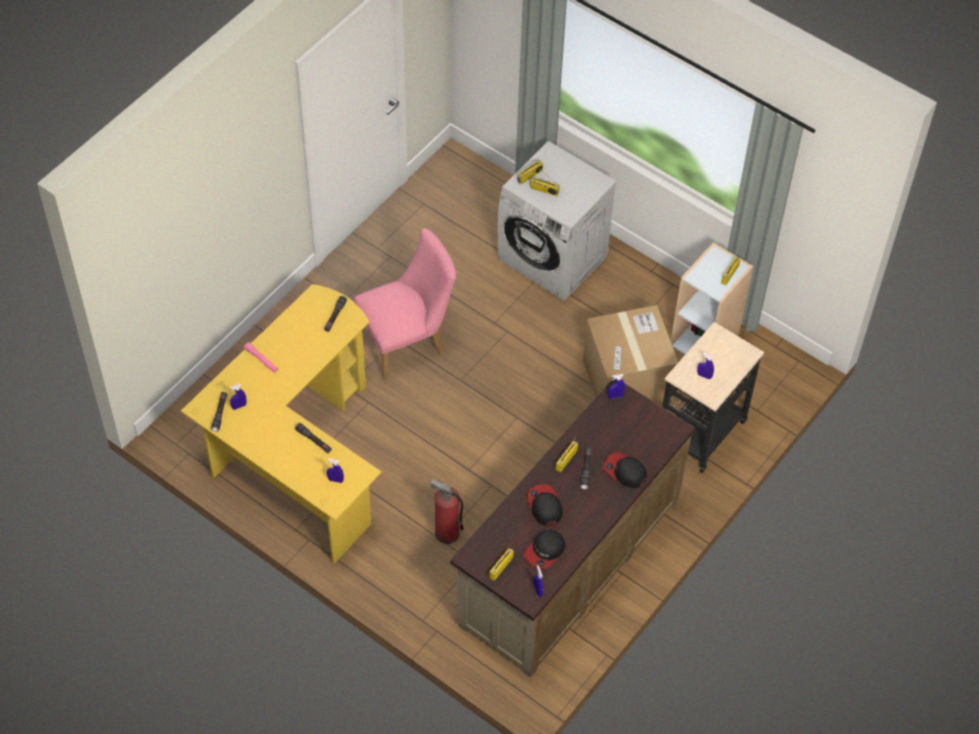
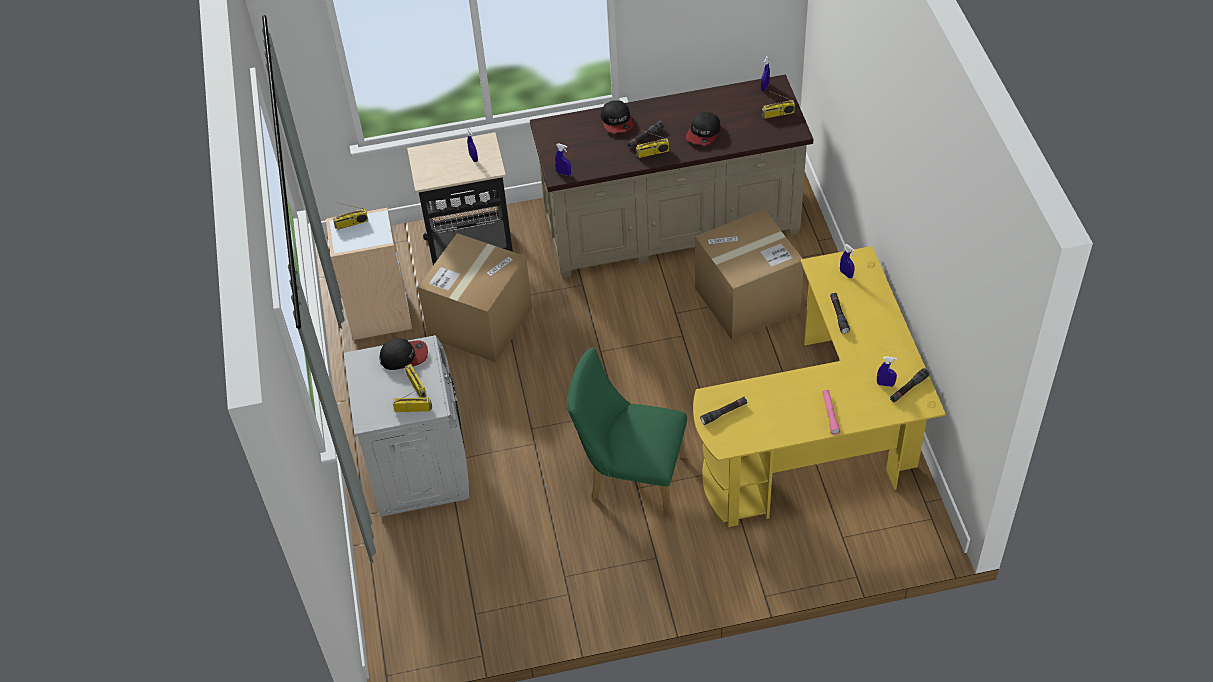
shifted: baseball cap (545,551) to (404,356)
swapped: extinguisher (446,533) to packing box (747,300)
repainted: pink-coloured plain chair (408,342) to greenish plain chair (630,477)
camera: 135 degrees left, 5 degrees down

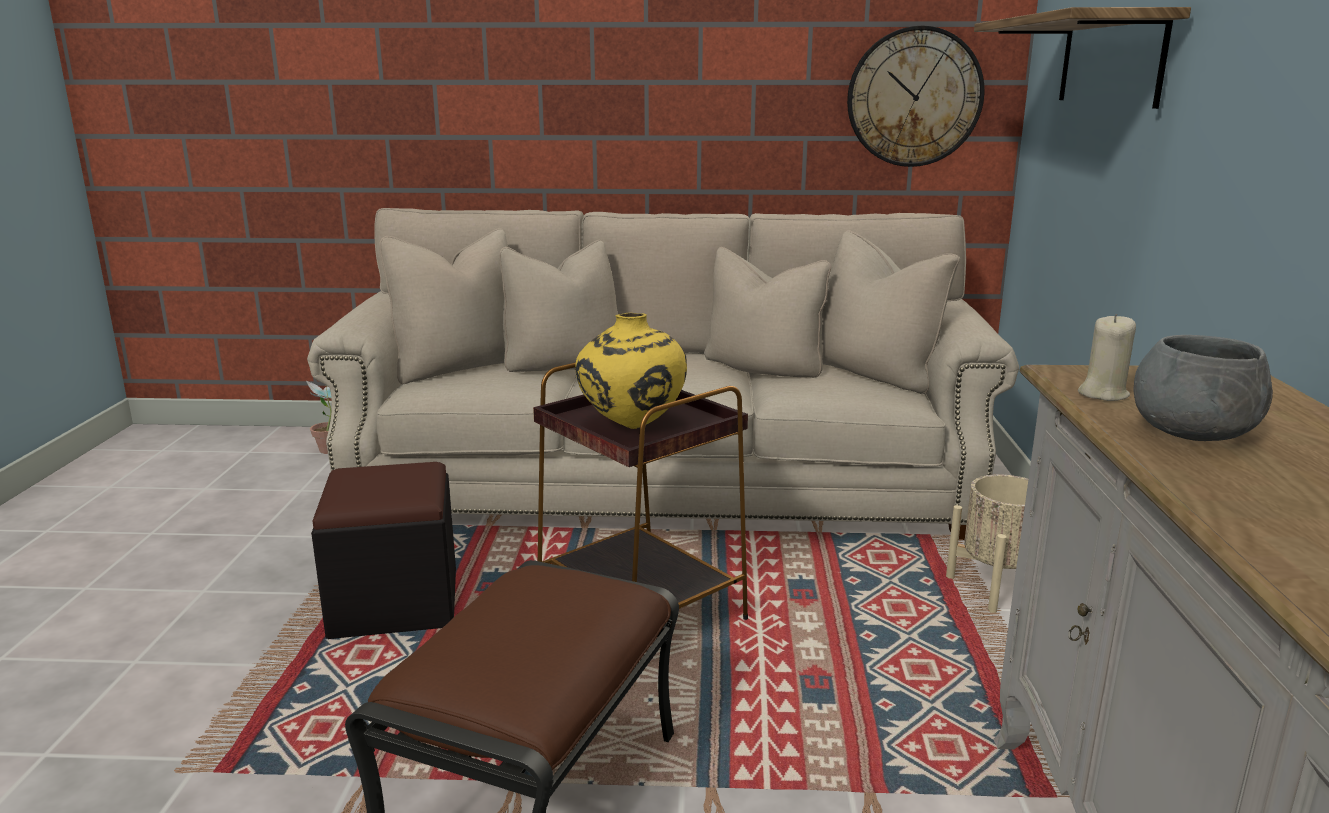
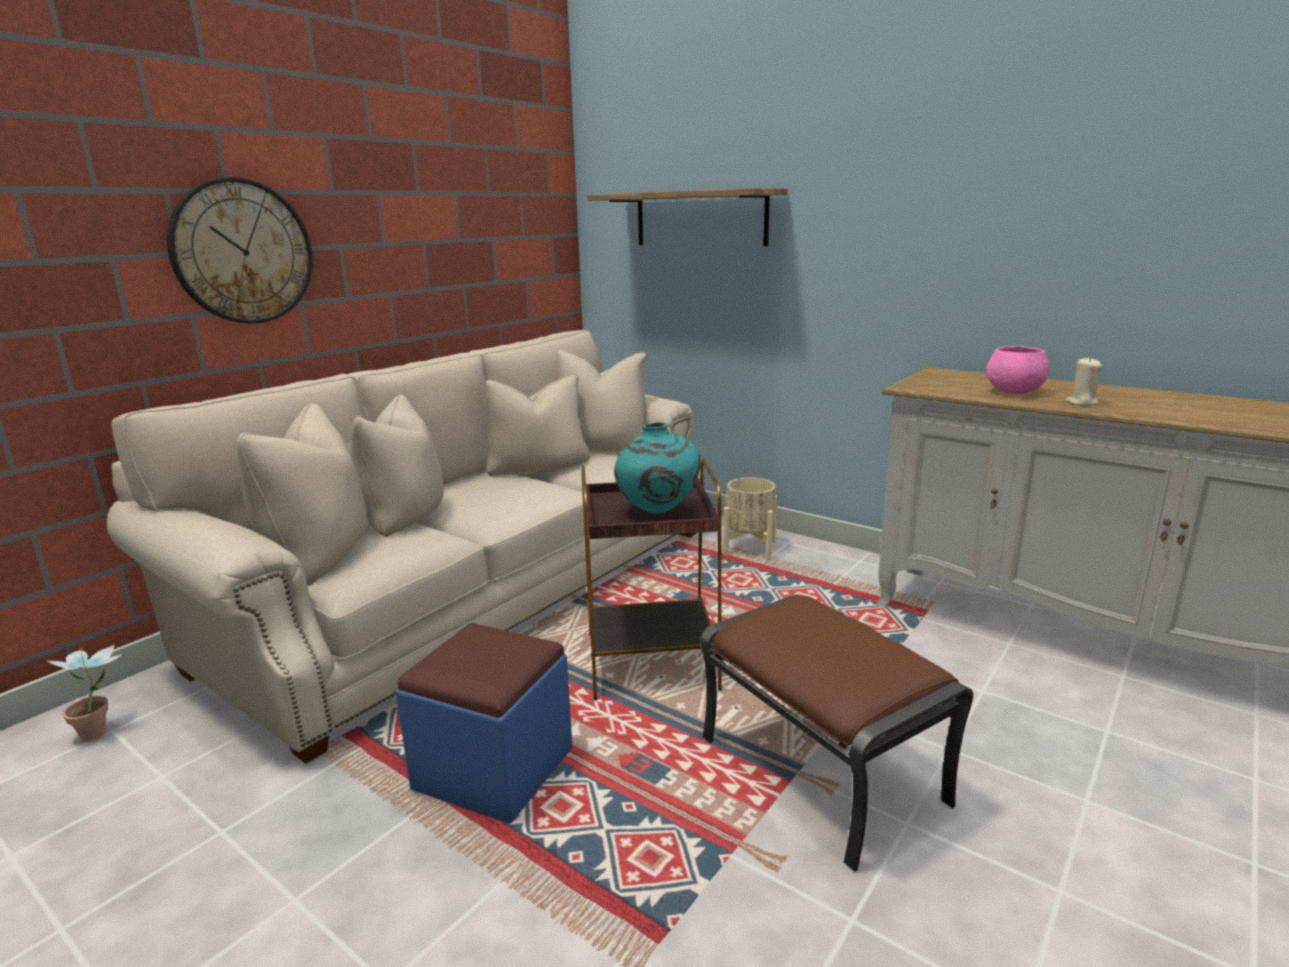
shifted: hanging clock (914,97) to (242,252); beige-coloured wax candle (1103,394) to (1081,403)
repainted: yellowish flower vase (631,427) to turquoise flower vase (657,513); grey bowl (1193,434) to pink-coloured bowl (1014,392); black-coloured ottoman (395,603) to bluish ottoman (494,768)
camera: 55 degrees left, 0 degrees up

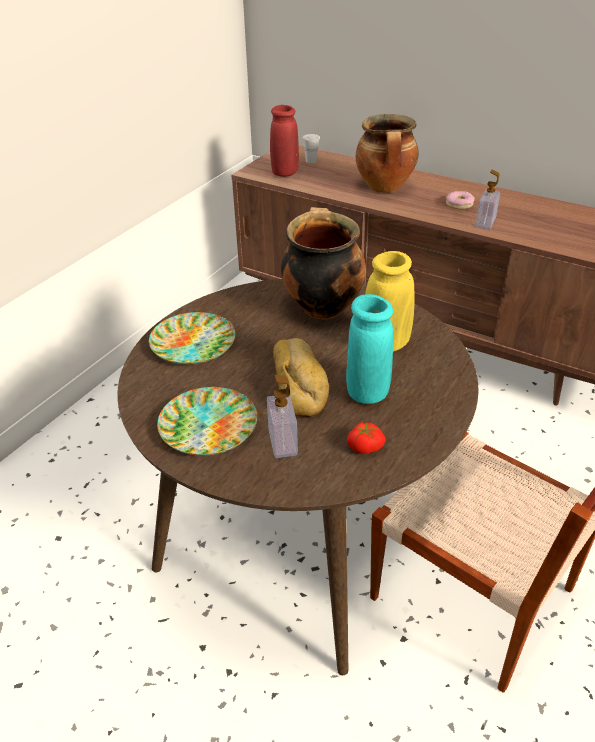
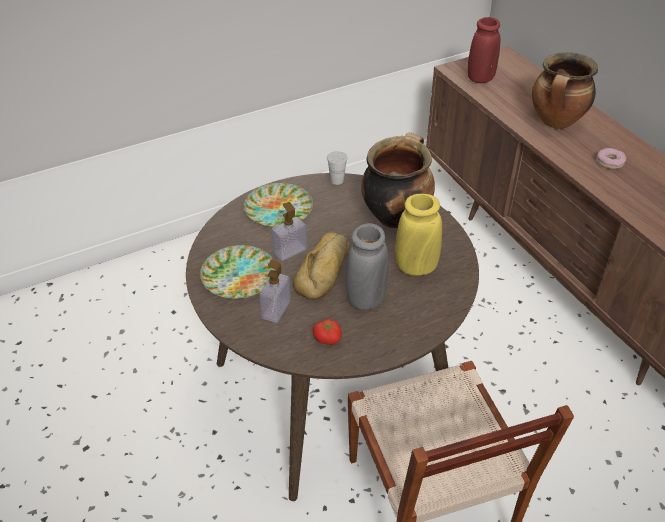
shifted: white-coloured small cup (311,161) to (337,180); soap dispenser (485,222) to (290,251)
repainted: turquoise flower vase (367,392) to grey flower vase (366,298)
camera: 30 degrees right, 5 degrees up

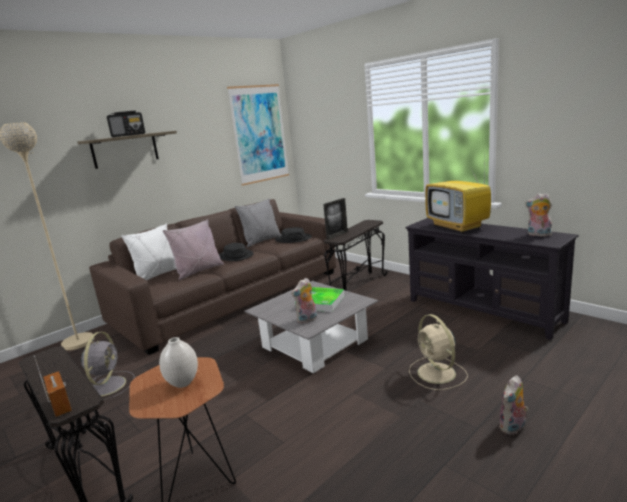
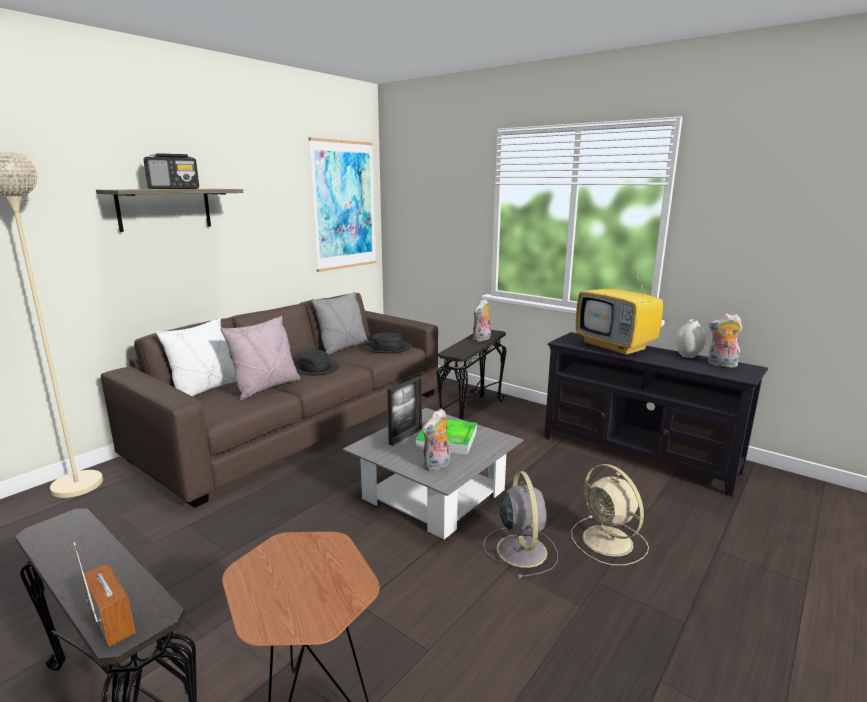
shifted: picture frame (337,235) to (405,436); grey cooling fan (108,385) to (520,549); white-coloured flower vase (183,383) to (687,356); soft toy (513,428) to (482,339)
camera: 10 degrees left, 0 degrees up

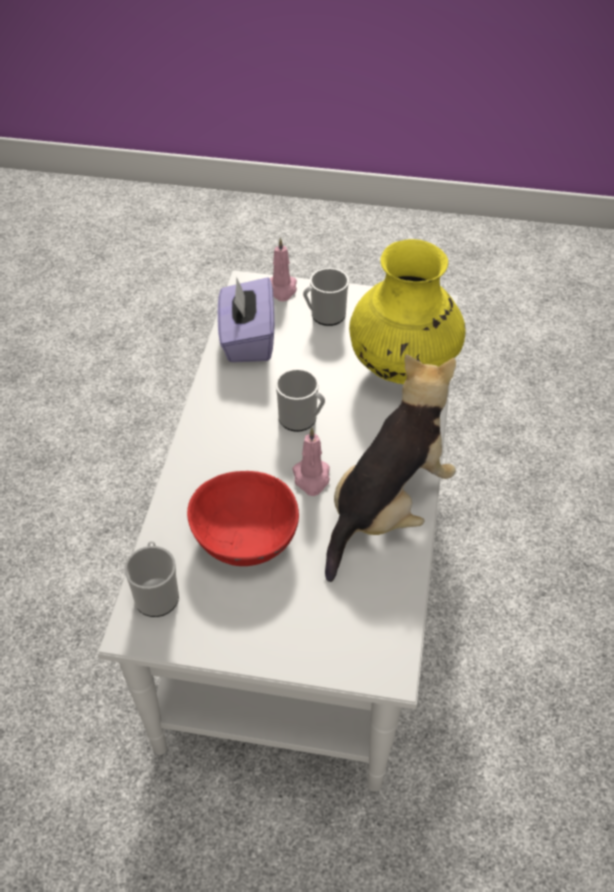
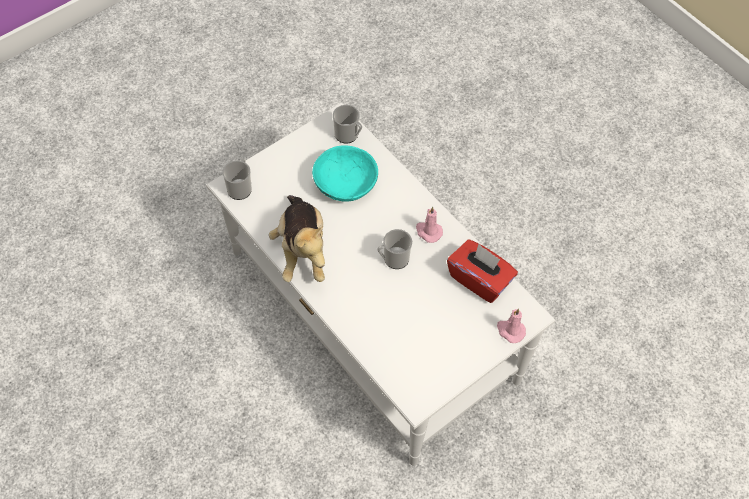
gone: yellowish flower vase (402,368)
shifted: mug (324,315) to (240,187); pink-coloured wax candle (311,478) to (428,231)
repainted: purple-coloured tissue box (247,339) to red-coloured tissue box (479,280); red-coloured bowl (244,538) to turquoise bowl (344,184)
camera: 130 degrees right, 10 degrees up

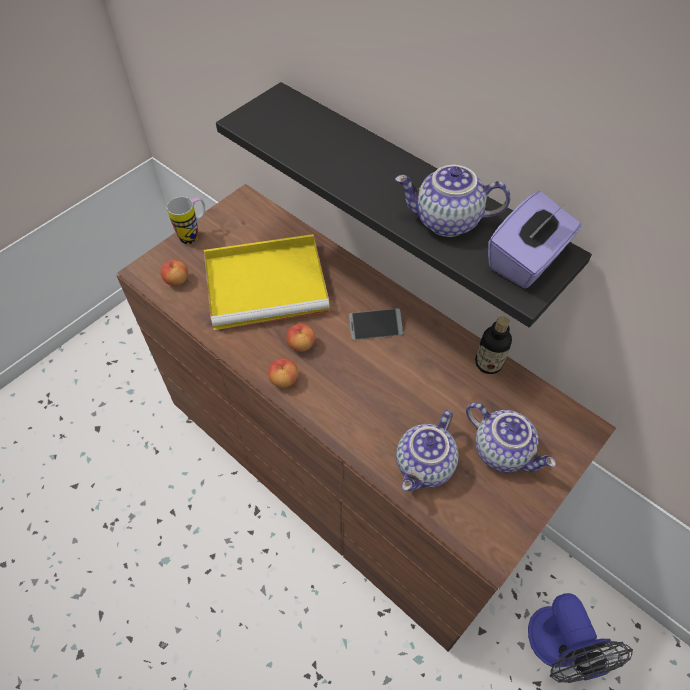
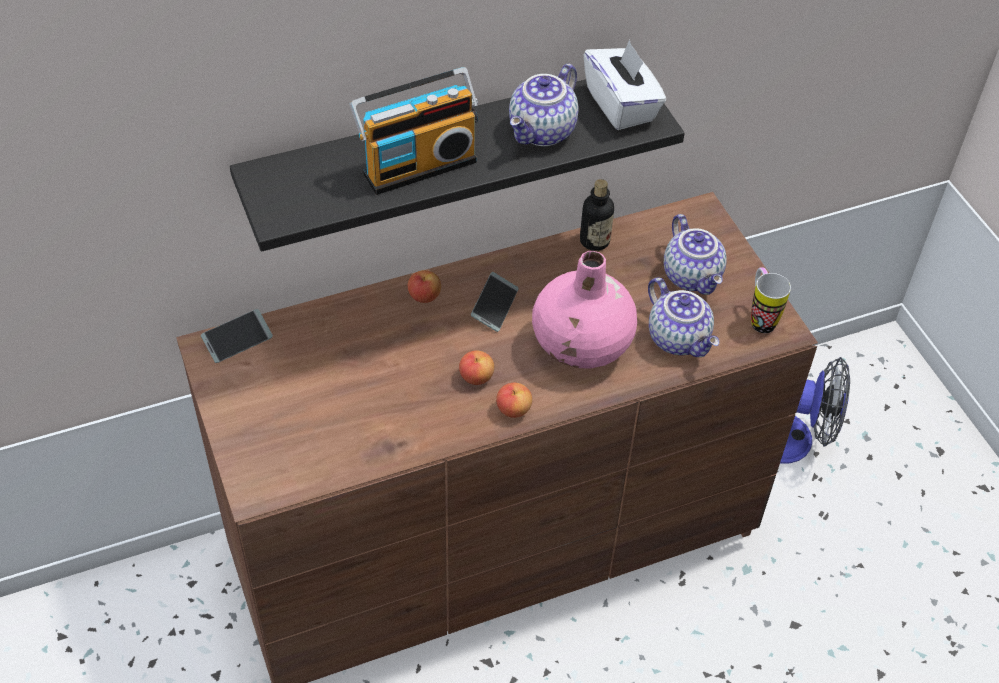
gone: yellowish tray (269,284)
new: radio (418,165); pink-coloured flower vase (582,345); handset (238,340)
shifted: mug (194,234) to (760,318); apple (177,280) to (424,296)
repainted: purple-coloured tissue box (526,260) to white-coloured tissue box (621,105)
rotated: tea pot (503,450) = (693,276) 90 degrees clockwise
camera: 65 degrees left, 5 degrees down

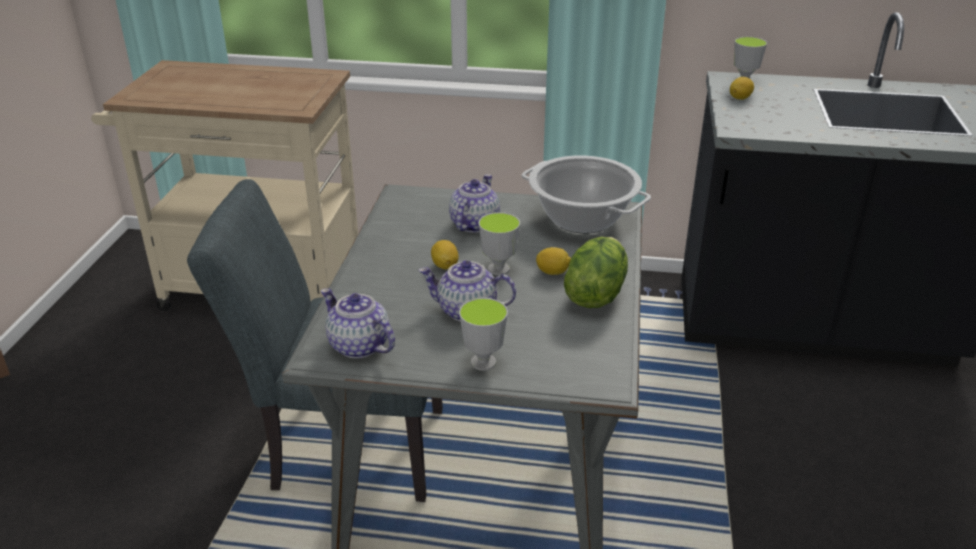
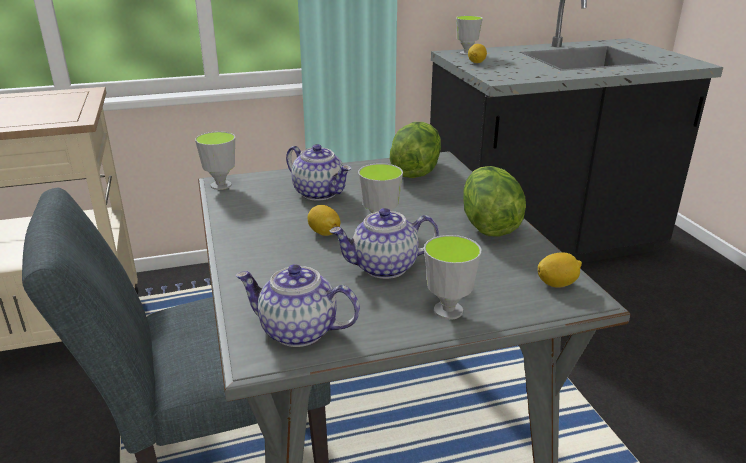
new: small cup (221,185)
shifted: lemon (553,272) to (557,284)
swapped: cooking pot (581,219) to head of lettuce (414,171)
rotated: tea pot (474,224) = (320,193) 135 degrees clockwise
camera: 25 degrees left, 5 degrees down

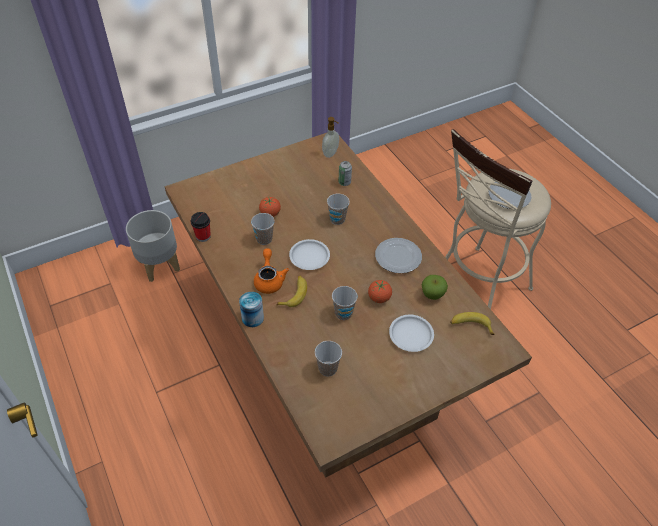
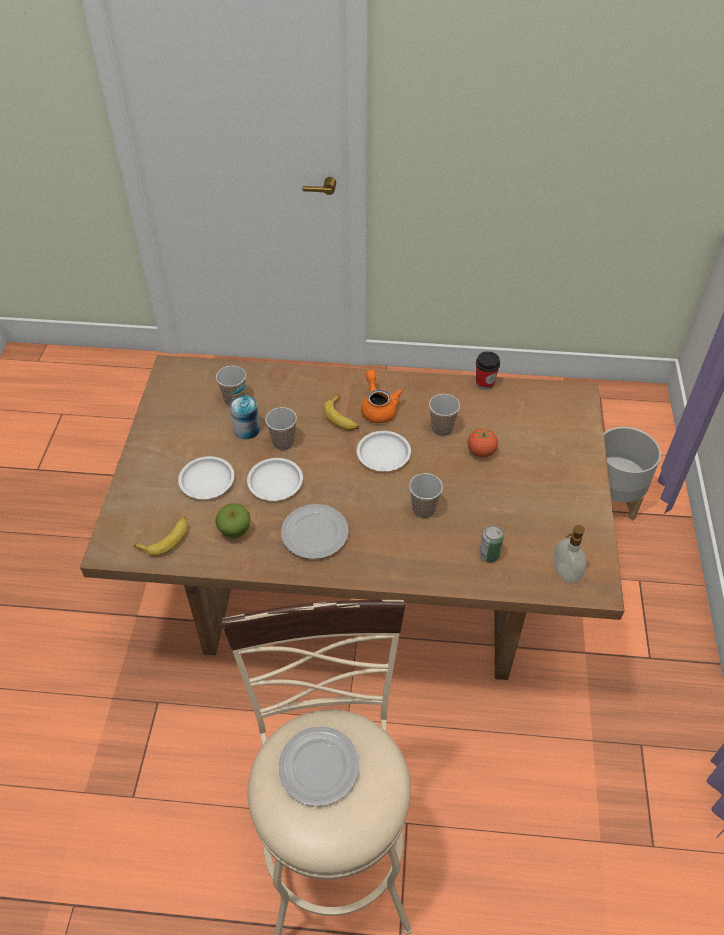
shifted: can (252,318) to (246,429)
swapped: whole tomato (379,298) to white-coloured dinner plate (275,482)
rotated: orange tea pot (269,280) = (378,408) 135 degrees counterclockwise
camera: 125 degrees right, 0 degrees up

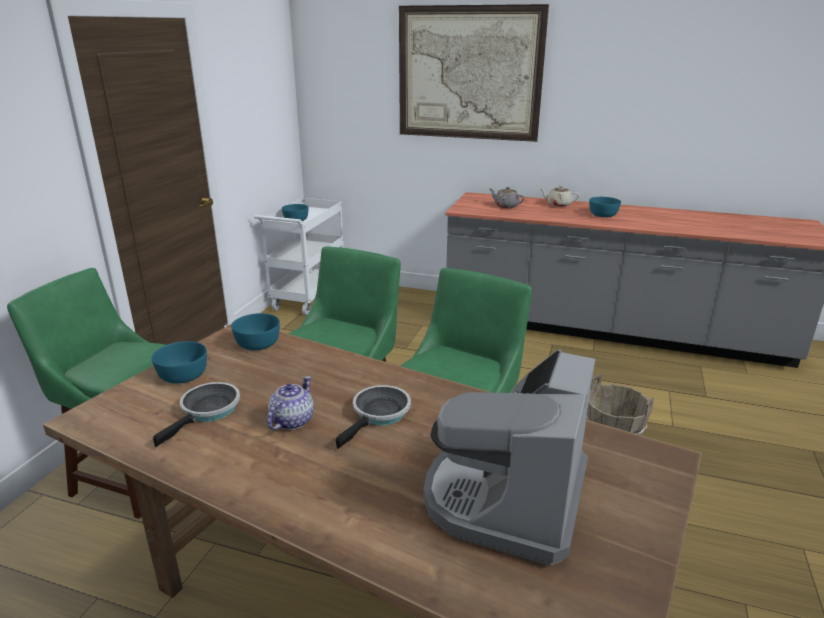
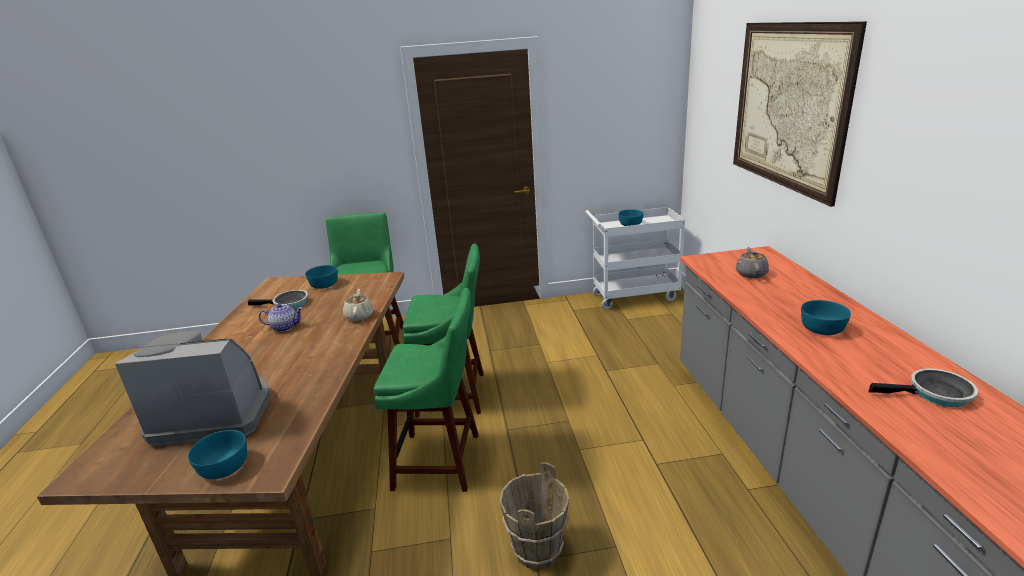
shifted: beige-coloured tea pot (558,205) to (359,316); turquoise bowl (257,344) to (224,466); pan (379,415) to (935,394)
camera: 65 degrees right, 0 degrees up

